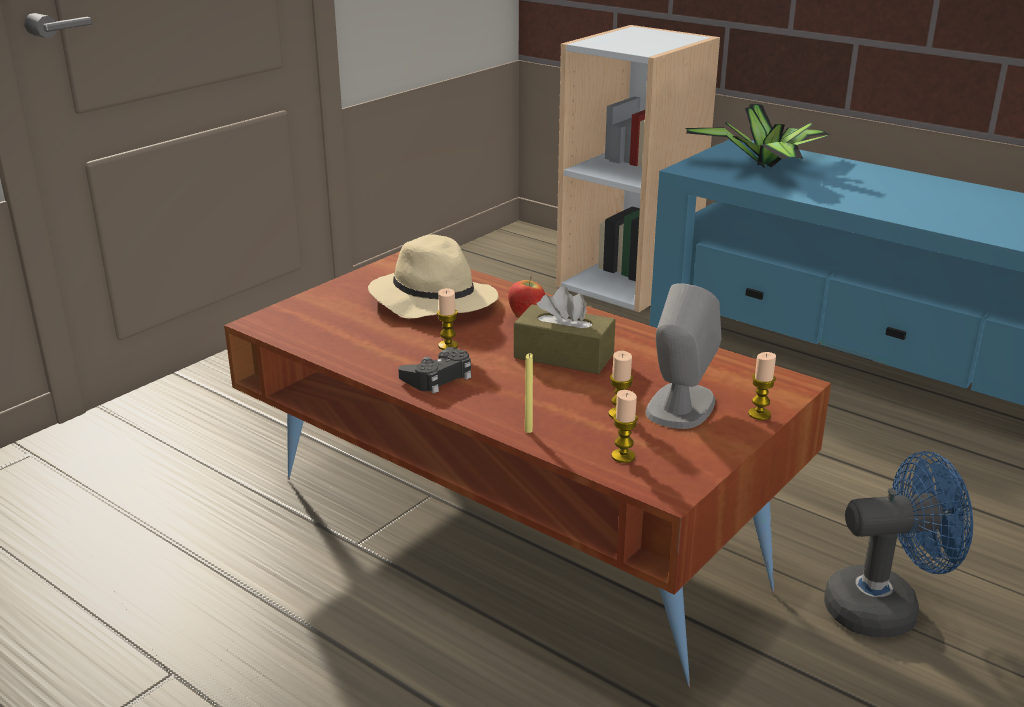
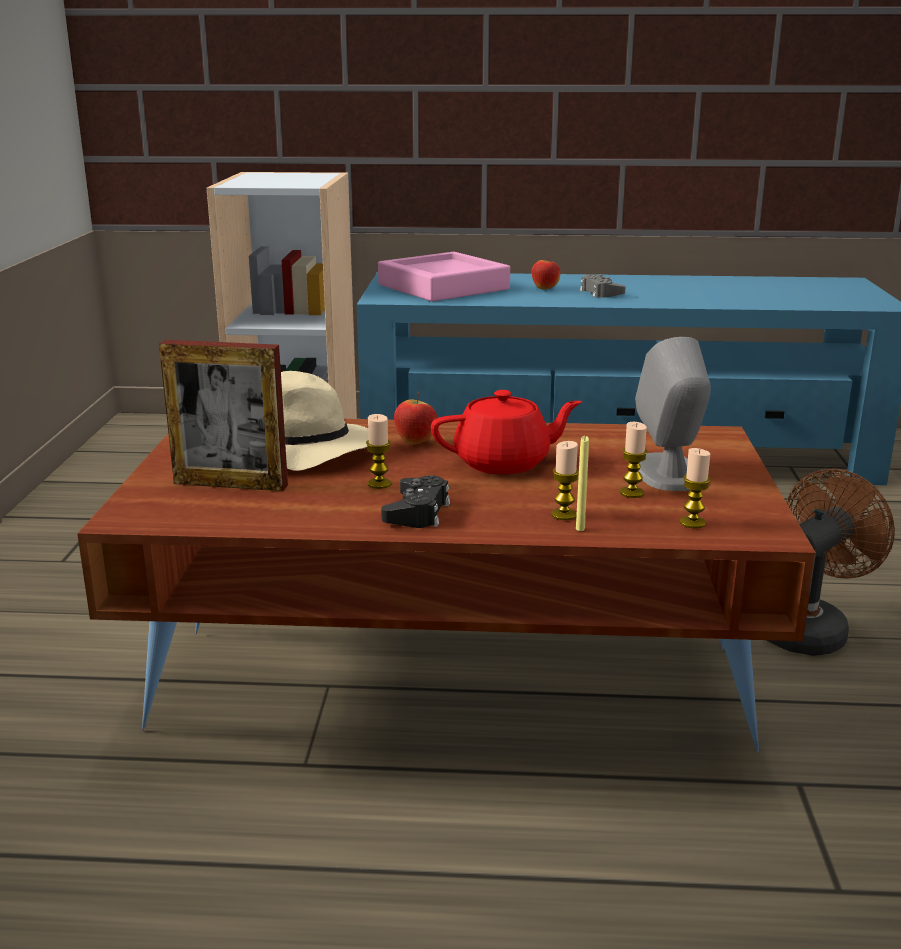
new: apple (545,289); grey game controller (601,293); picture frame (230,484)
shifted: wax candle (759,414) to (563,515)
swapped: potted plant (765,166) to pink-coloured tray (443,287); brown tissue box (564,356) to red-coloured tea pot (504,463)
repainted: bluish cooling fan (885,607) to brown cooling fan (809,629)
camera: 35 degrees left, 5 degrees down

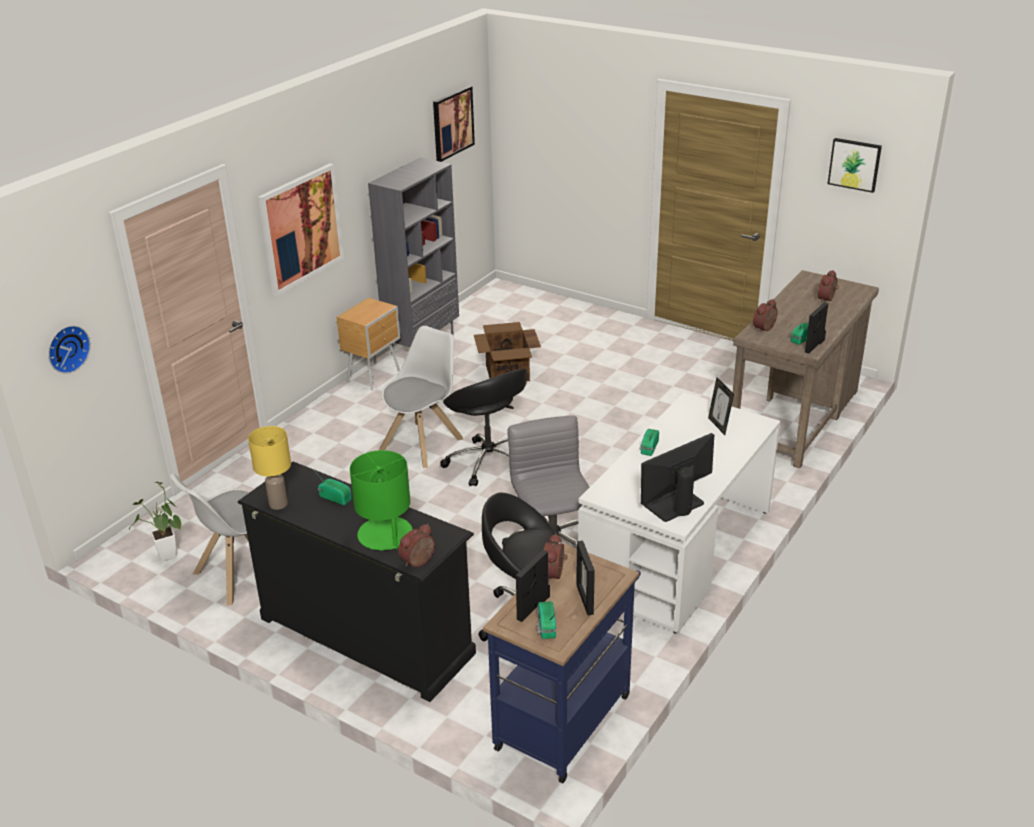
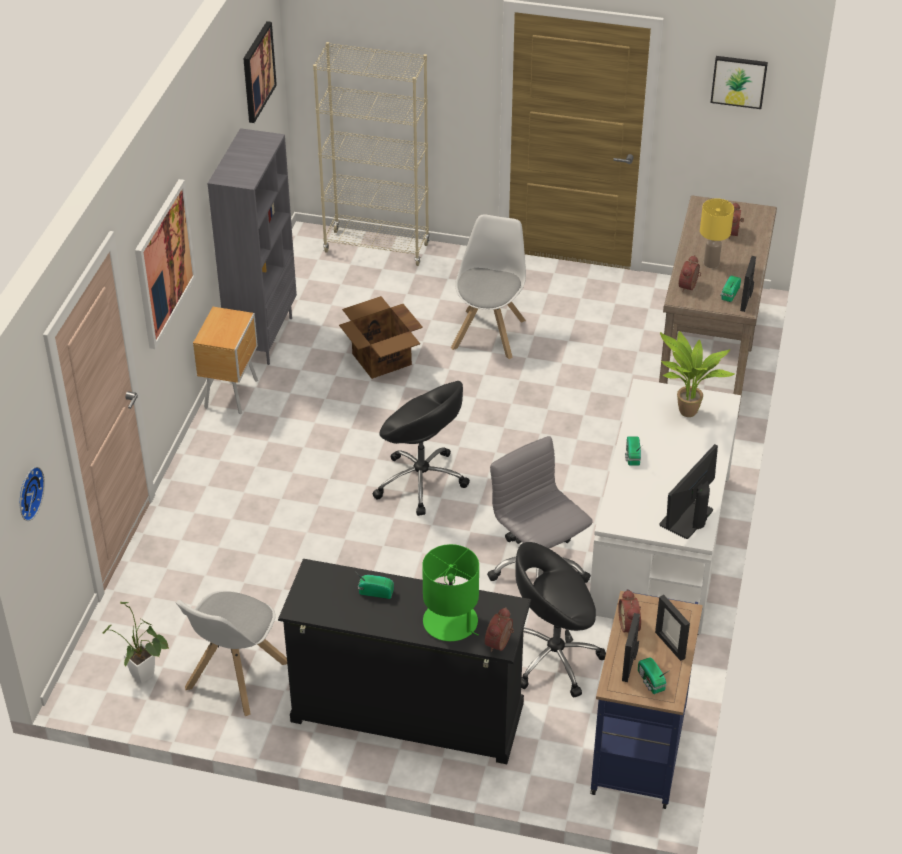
new: beige-coloured shelving unit (377,248)
shifted: plain chair (423,443) to (489,332); yellowish table lamp (278,503) to (711,263)
swapped: picture frame (719,426) to potted plant (686,414)
camera: 20 degrees left, 10 degrees up

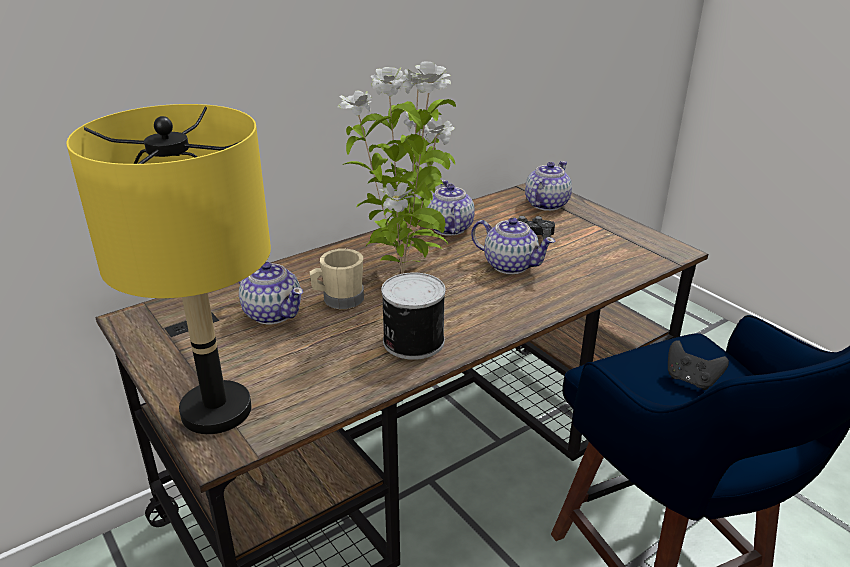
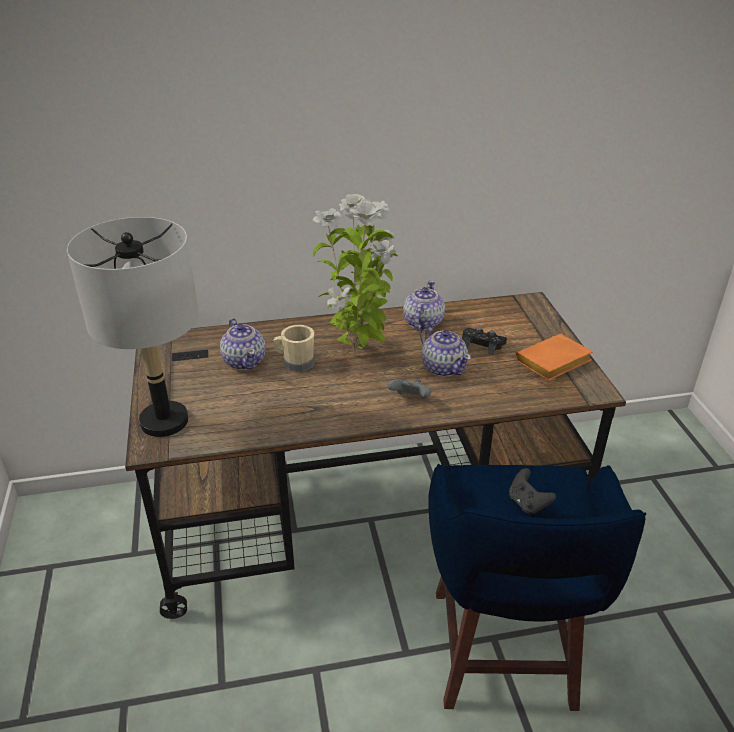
gone: tea pot (546,204); can (411,341)
new: orange volume (553,364); grey game controller (410,399)
repainted: yellowish table lamp (216,411) to grey table lamp (164,422)
camera: 25 degrees right, 5 degrees up

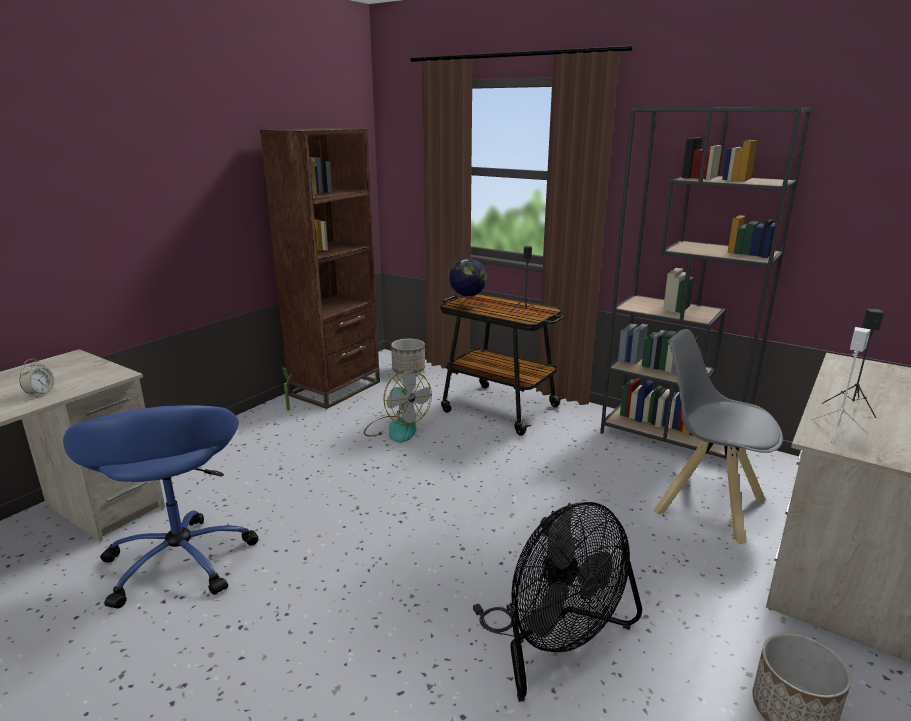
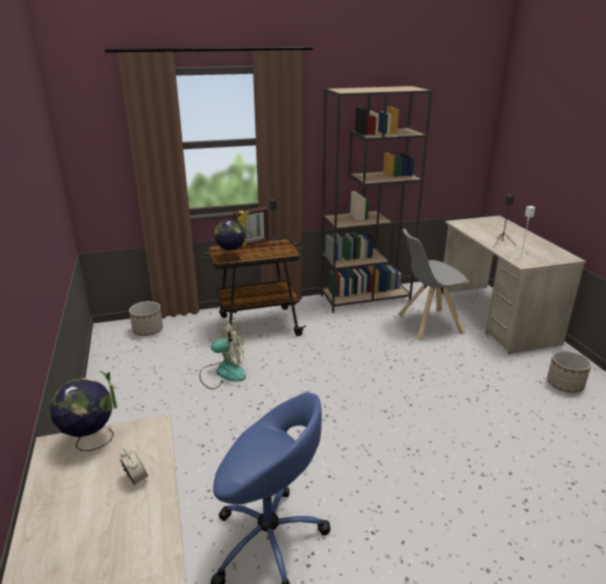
gone: brown shelving unit (335,388); black-coloured cooling fan (551,643)
new: picture frame (252,243); desk globe (89,441)
camera: 50 degrees left, 5 degrees up

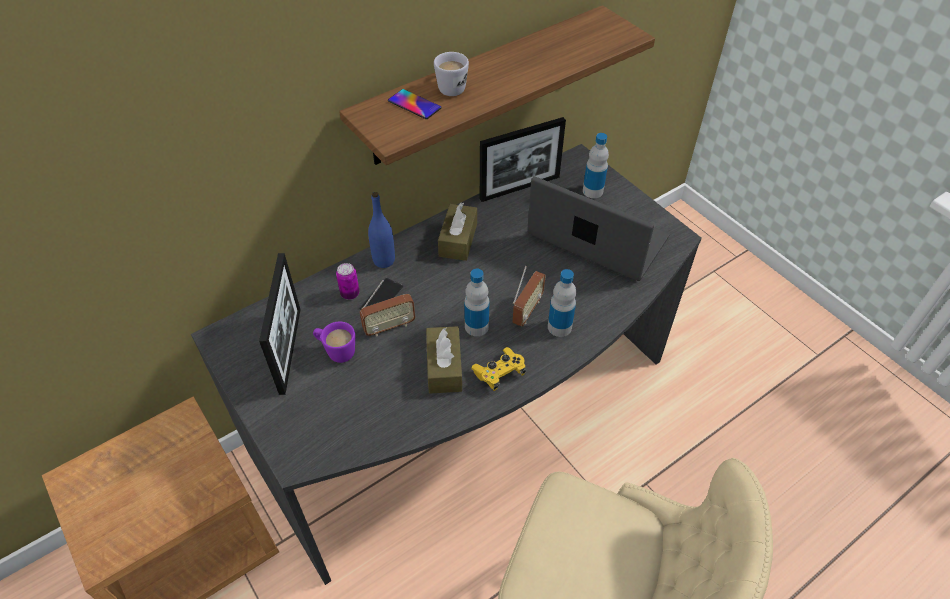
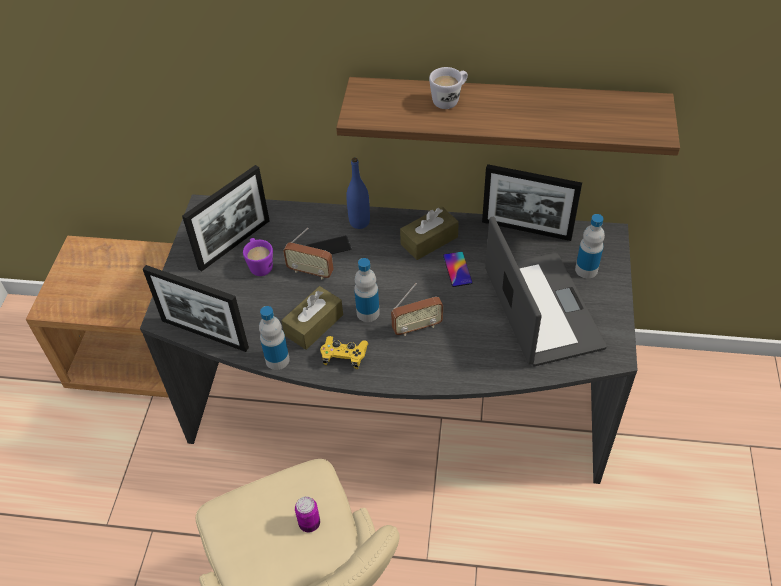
new: picture frame (204,334)
shifted: handset (414,104) to (457,269); can (350,293) to (309,523); drink bottle (559,327) to (277,360)
camera: 45 degrees right, 0 degrees up

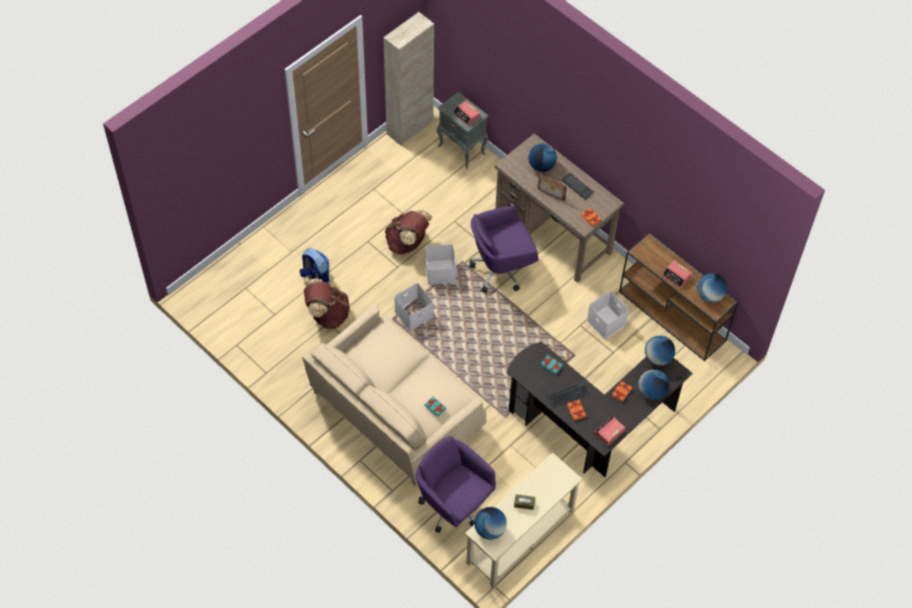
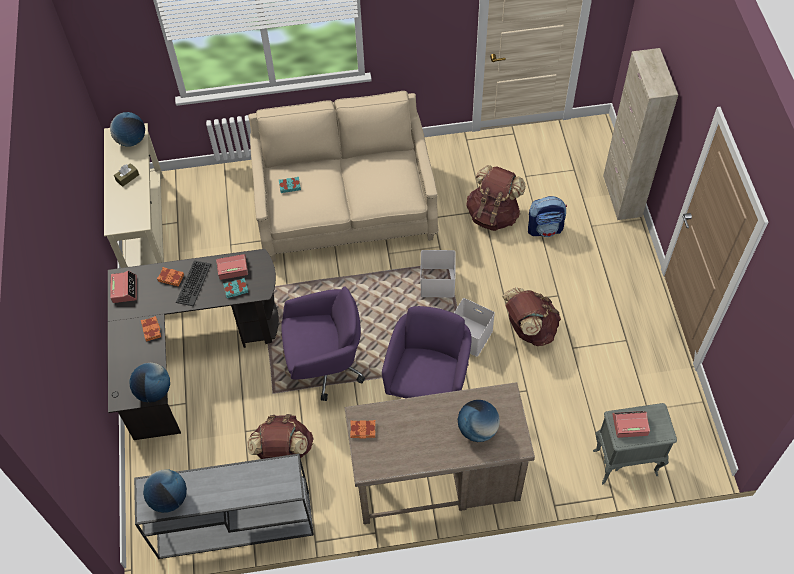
gone: PC keyboard (577,187); picture frame (550,195); desk globe (652,392)
shifted: beige-coloured storage cabinet (410,127) to (622,196); table clock (677,276) to (232,268); purple-coloured office chair (453,508) to (326,368)
swapped: white-coloured storage box (607,322) to brown backpack (283,451)
repainted: brown console table (673,316) to grey console table (233,525)
camera: 130 degrees right, 0 degrees up

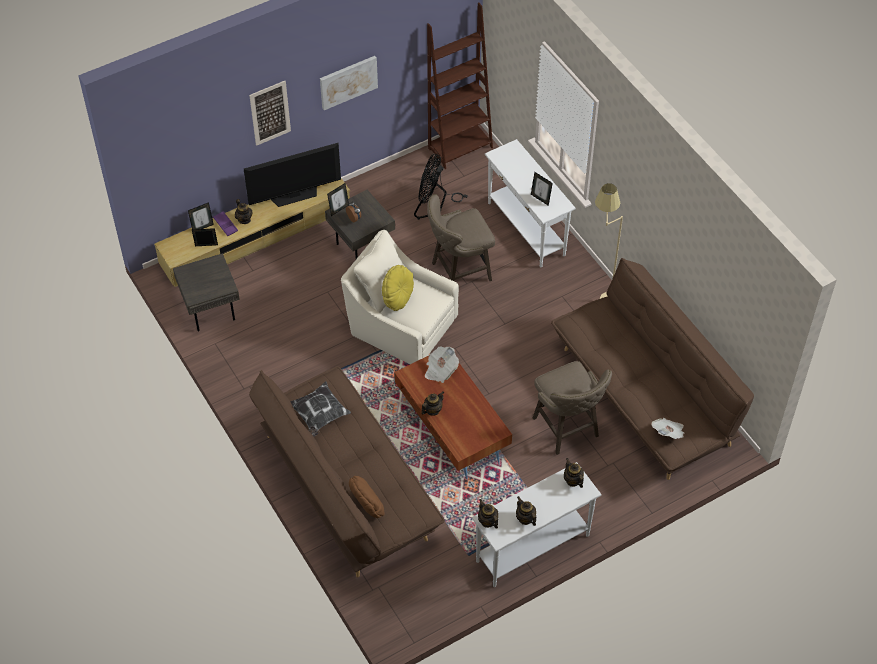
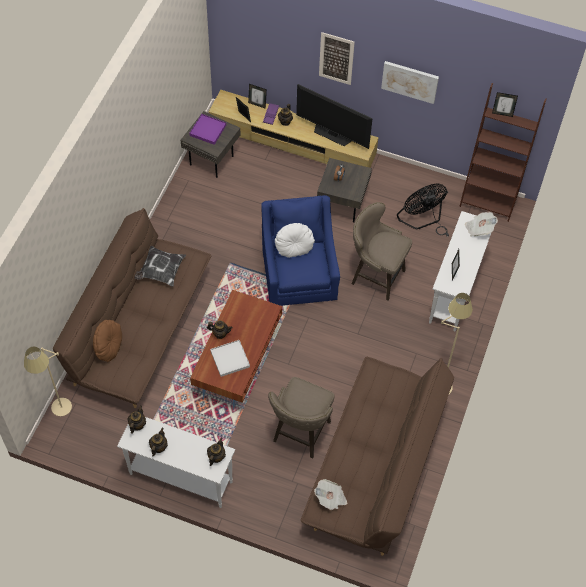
new: purple-coloured tray (207,130); white-coloured tray (230,359); beige-coloured floor lamp (60,415)
shifted: picture frame (339,209) to (502,113); printed paper (440,370) to (479,228)
repainted: beige-coloured easy chair (401,324) to bluish easy chair (299,272); yellowish throw pillow (398,299) to white-coloured throw pillow (294,250)
camera: 50 degrees right, 5 degrees up

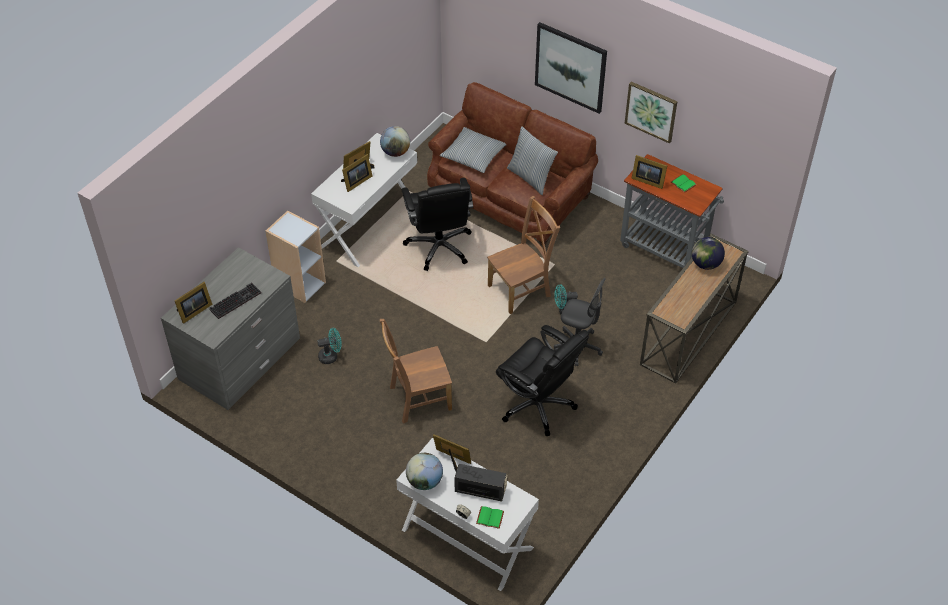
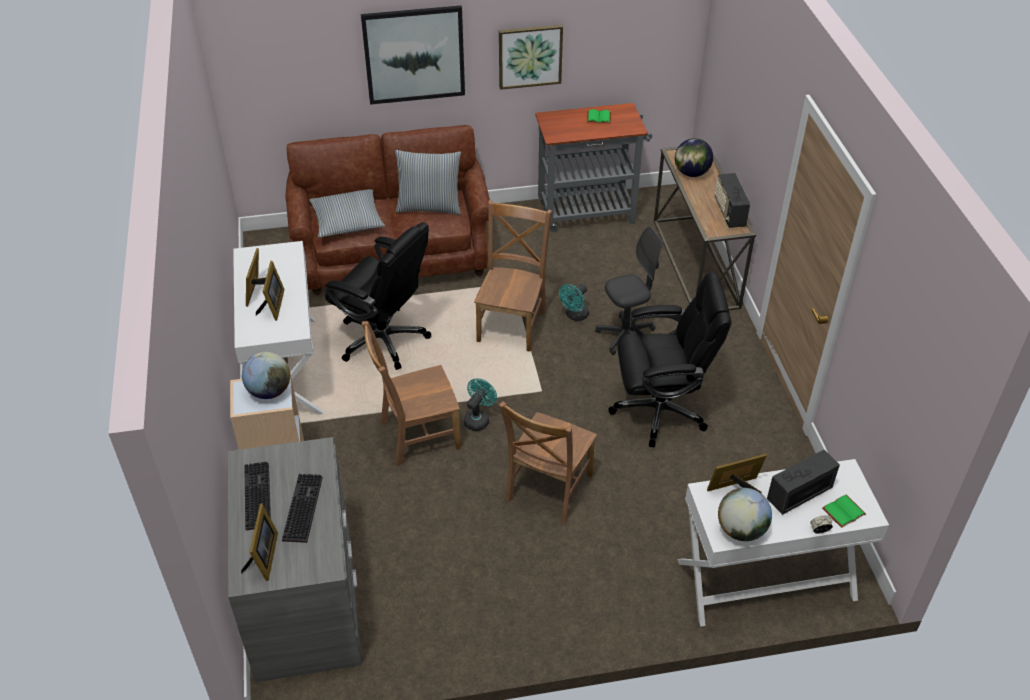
gone: picture frame (647,180)
new: radio (729,212); brown plain chair (416,436); PC keyboard (255,495)
shifted: desk globe (395,152) to (269,391); turquoise cooling fan (331,356) to (478,418)
camera: 45 degrees left, 5 degrees down

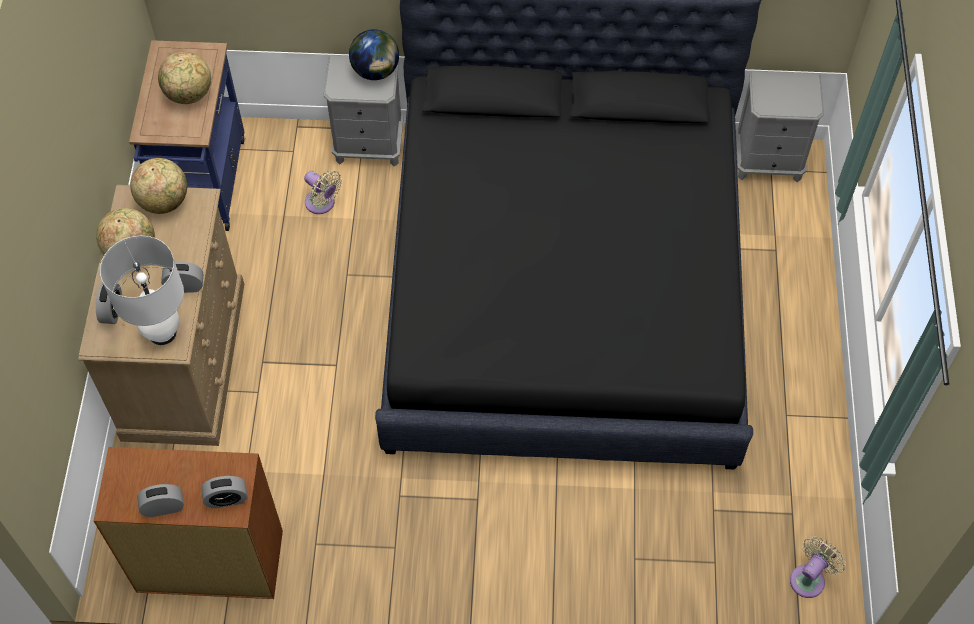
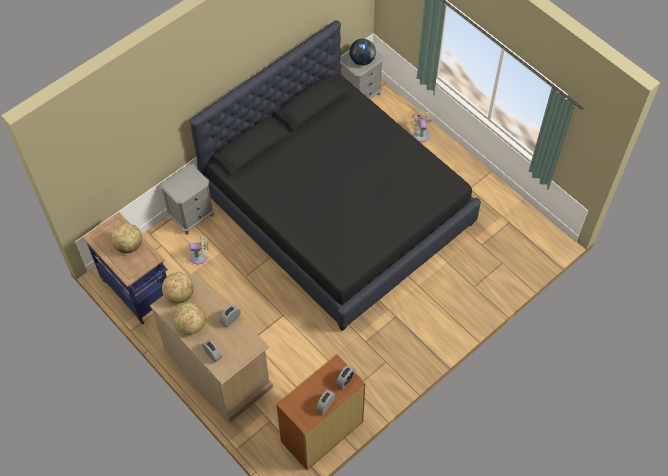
gone: white-coloured table lamp (162,333)
shifted: desk globe (376,71) to (362,60); beige-coloured cooling fan (809,578) to (421,134)
camera: 45 degrees left, 0 degrees up

